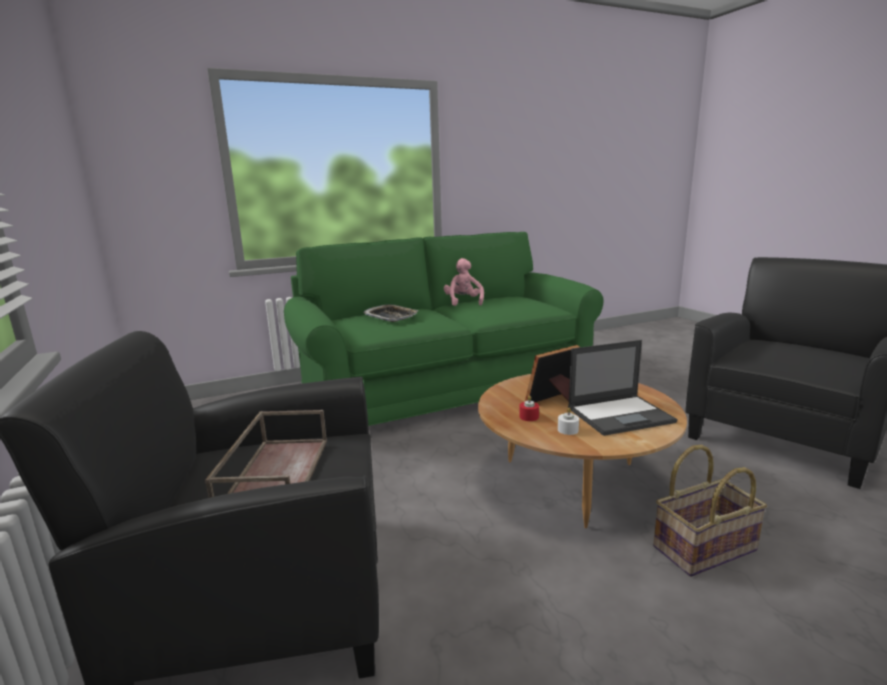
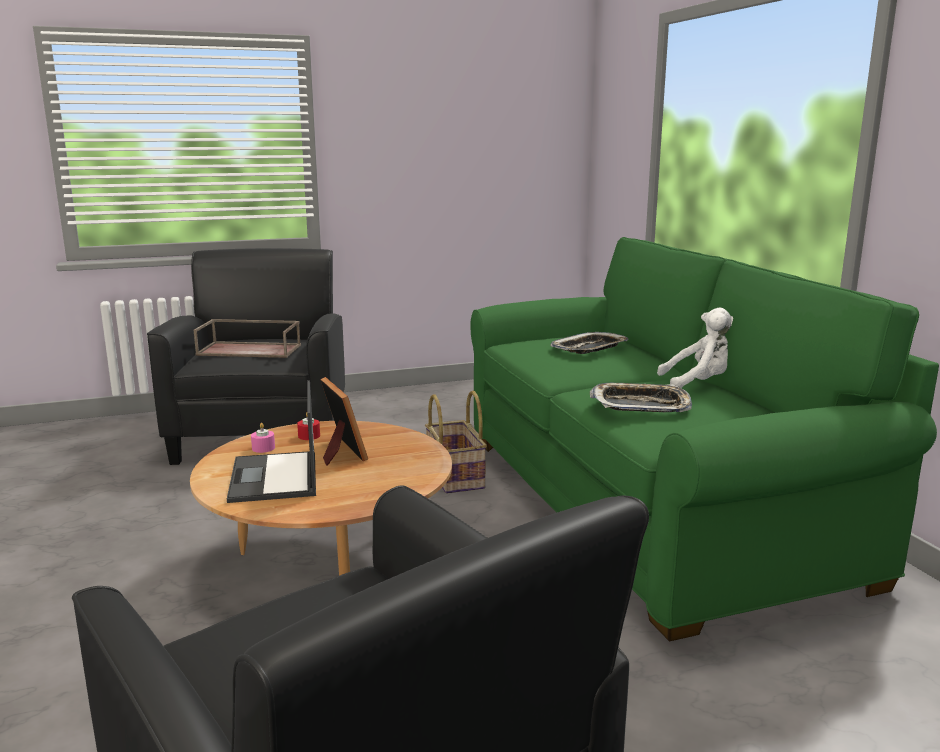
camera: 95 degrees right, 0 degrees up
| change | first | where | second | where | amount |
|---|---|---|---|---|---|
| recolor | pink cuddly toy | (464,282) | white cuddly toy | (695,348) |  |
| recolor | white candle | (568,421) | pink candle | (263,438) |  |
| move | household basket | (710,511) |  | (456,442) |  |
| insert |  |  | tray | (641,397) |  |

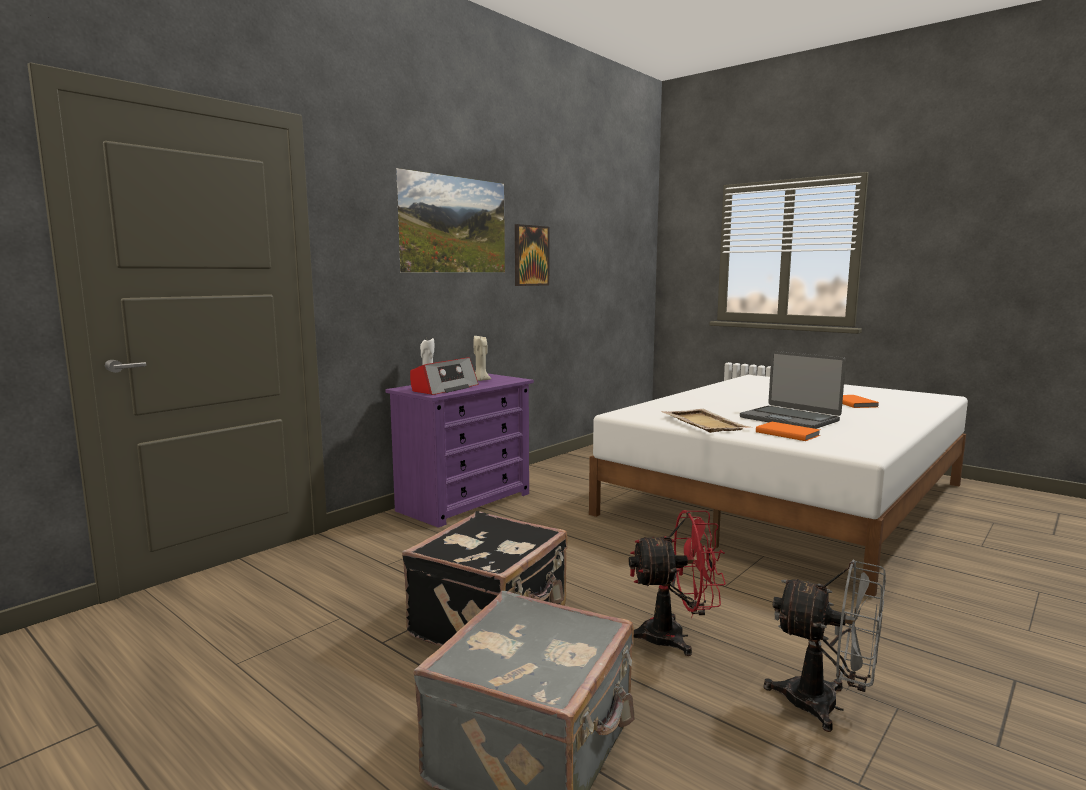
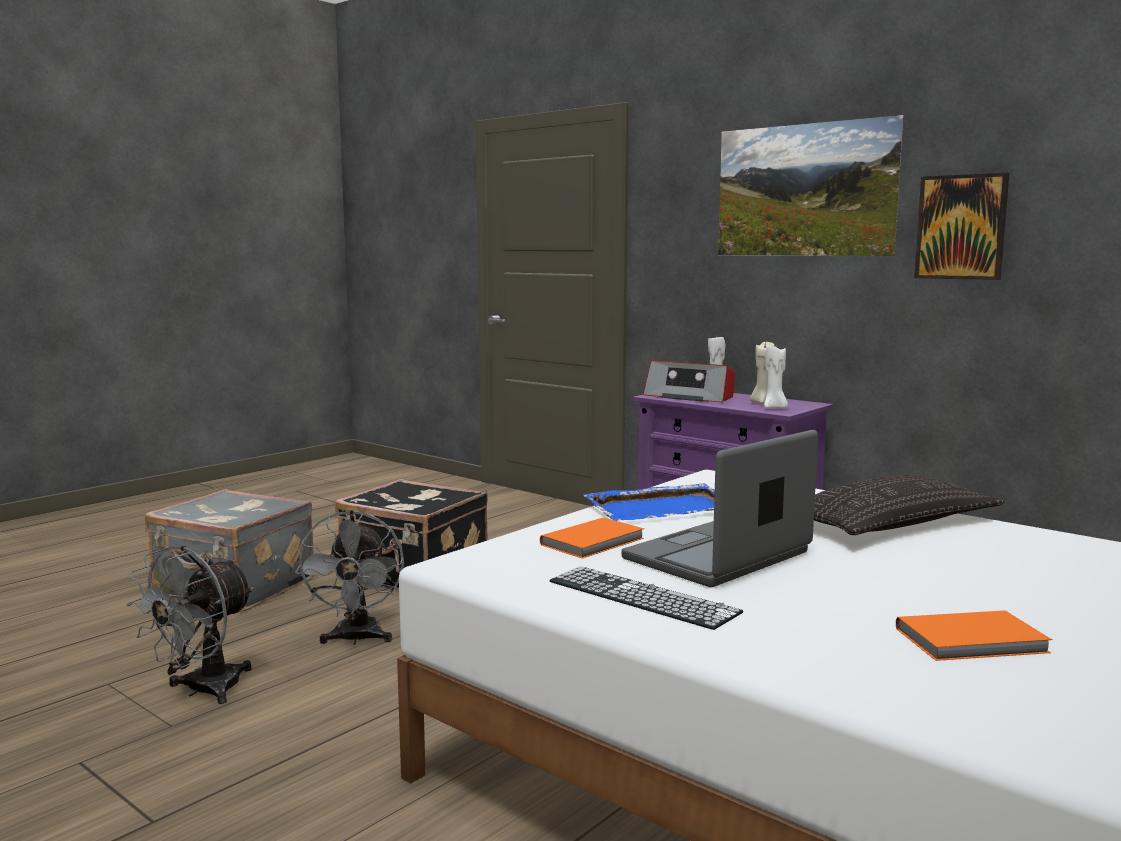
camera: 90 degrees right, 0 degrees up
| change | first | where | second | where | amount |
|---|---|---|---|---|---|
| recolor | red-coloured cooling fan | (677,583) | grey cooling fan | (349,577) |  |
| recolor | beige-coloured tray | (707,421) | blue-coloured tray | (649,502) |  |
| insert |  |  | PC keyboard | (646,598) |  |
| insert |  |  | white candle | (776,376) |  |
| insert |  |  | cushion | (909,505) |  |

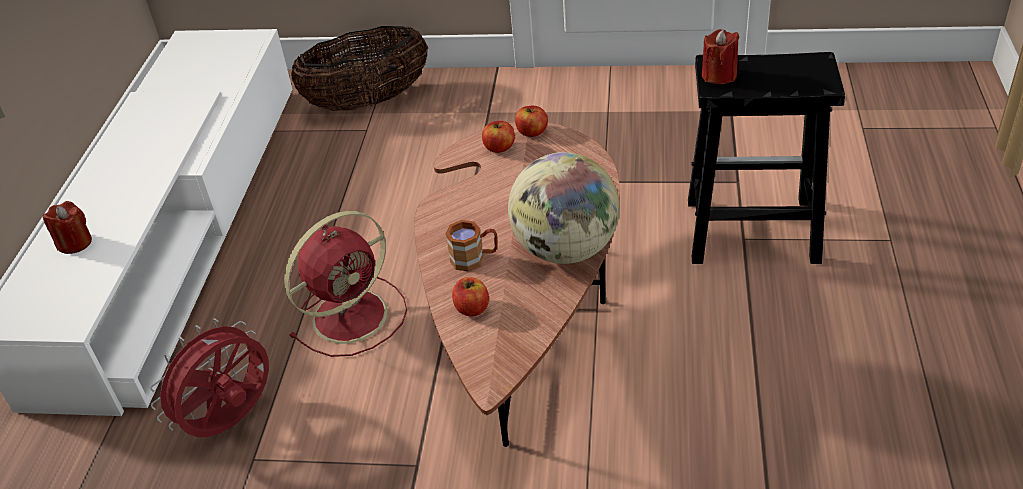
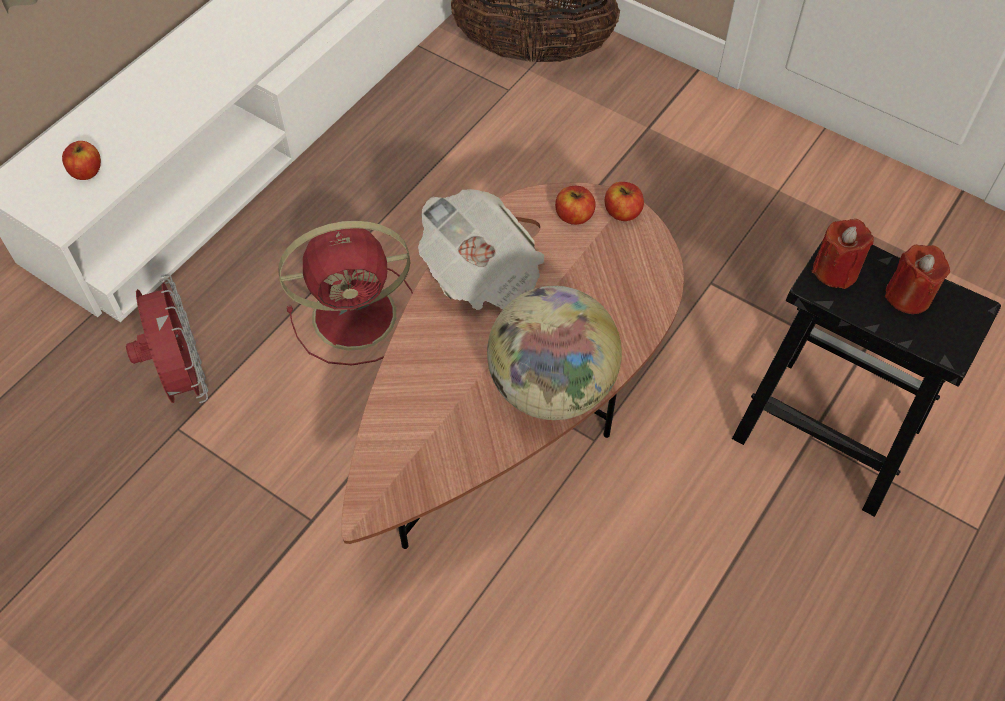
camera: 25 degrees right, 15 degrees up
| change | first | where | second | where | amount |
|---|---|---|---|---|---|
| move | red-coloured candle | (67,227) |  | (917,279) |  |
| rotate | red-coloured cooling fan | (209,377) |  | (167,338) | 90 degrees clockwise |
| delete | brownish tea mug | (471,245) |  |  |  |
| move | apple | (470,297) |  | (81,160) |  |
| insert |  |  | daily paper | (481,249) |  |

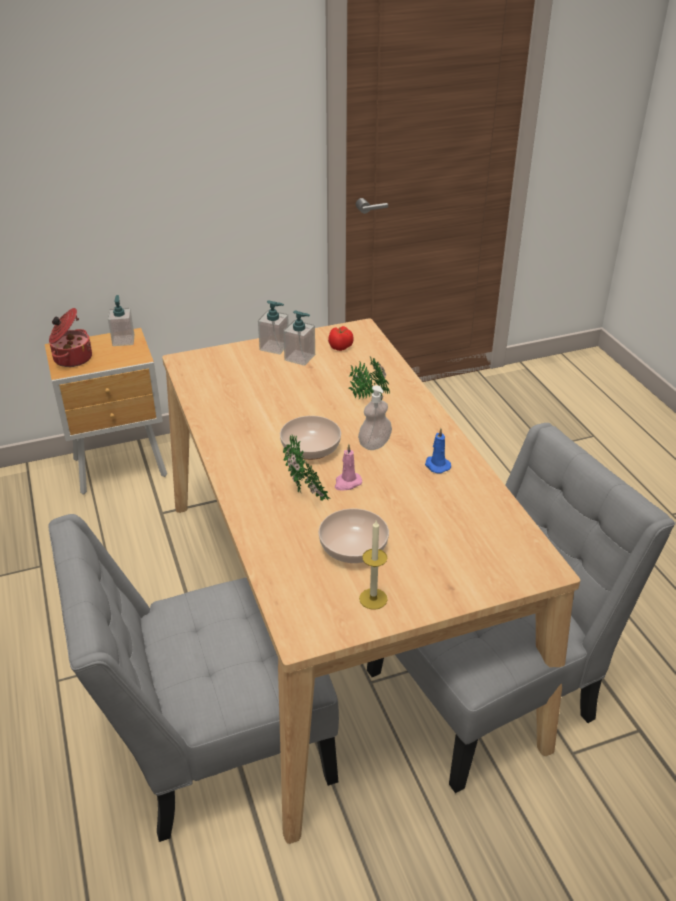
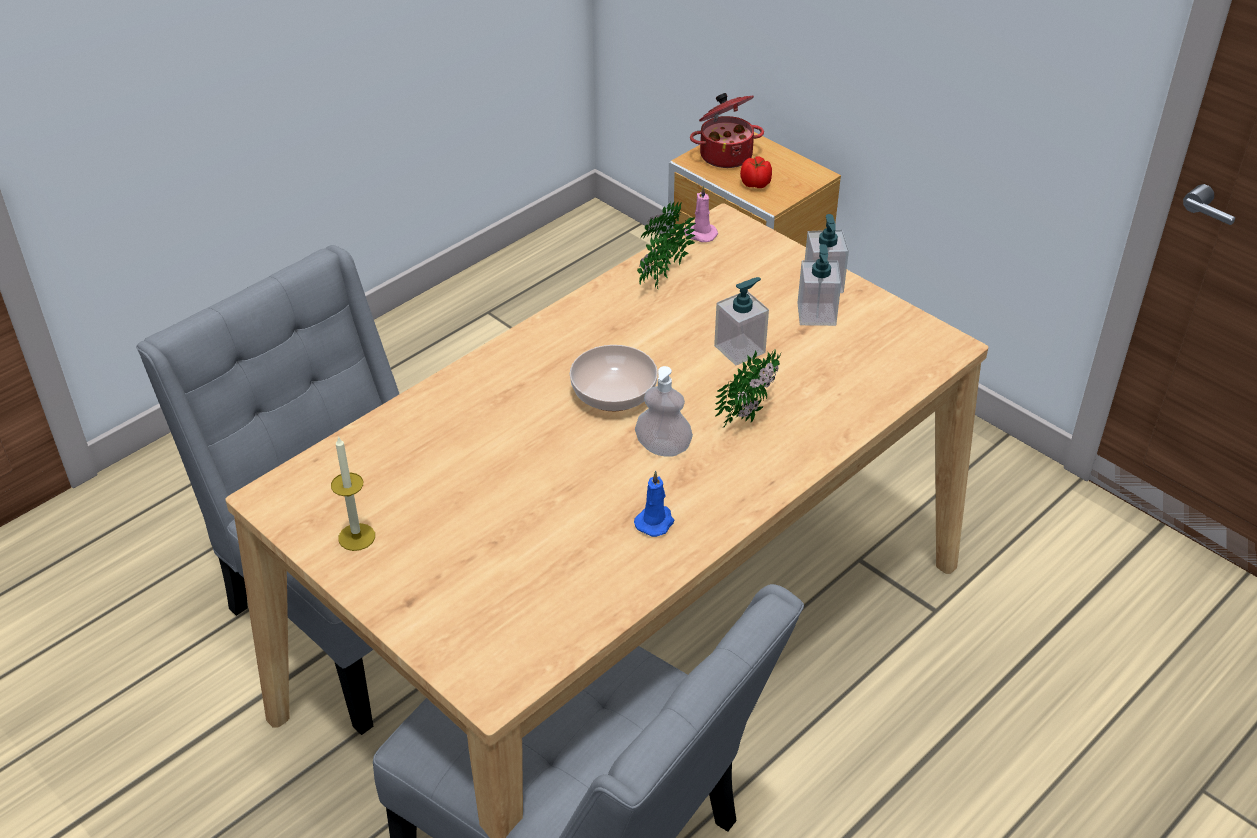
camera: 65 degrees right, 5 degrees up
| change | first | where | second | where | amount |
|---|---|---|---|---|---|
| move | liquid soap bottle | (121,320) |  | (741,321) |  |
| move | plant in a pot | (306,468) |  | (666,245) |  |
| delete | deep dish | (354,536) |  |  |  |
| move | whole tomato | (341,338) |  | (756,172) |  |
| move | pink candle | (348,467) |  | (701,213) |  |

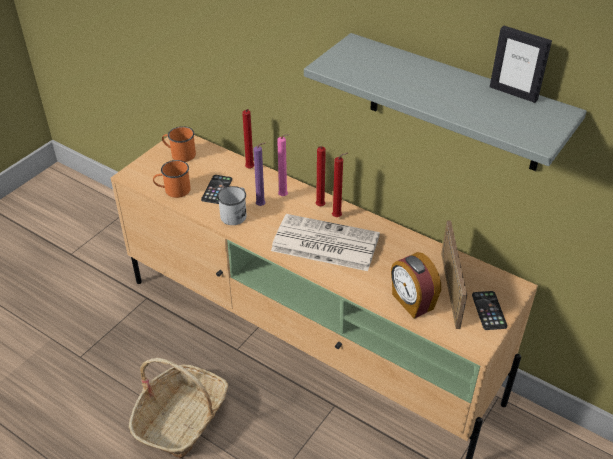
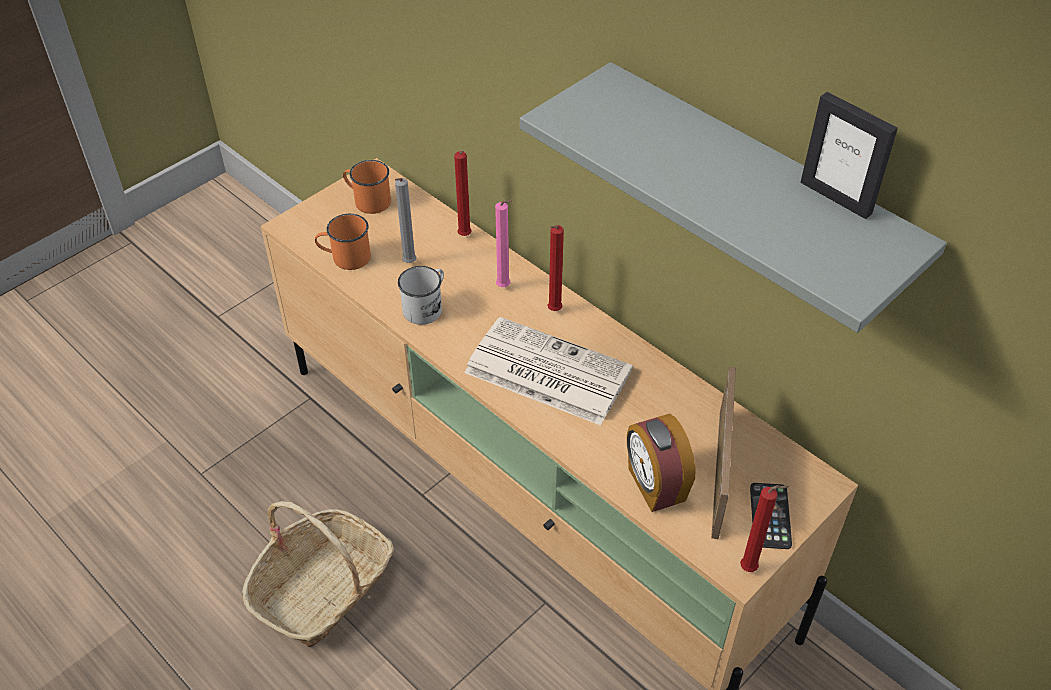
camera: 10 degrees right, 5 degrees up
| change | first | where | second | where | amount |
|---|---|---|---|---|---|
| replace | telephone | (216,189) | grey candle | (406,220) |  |
| delete | purple candle | (259,174) |  |  |  |
| move | red-coloured candle | (340,185) |  | (764,528) |  |

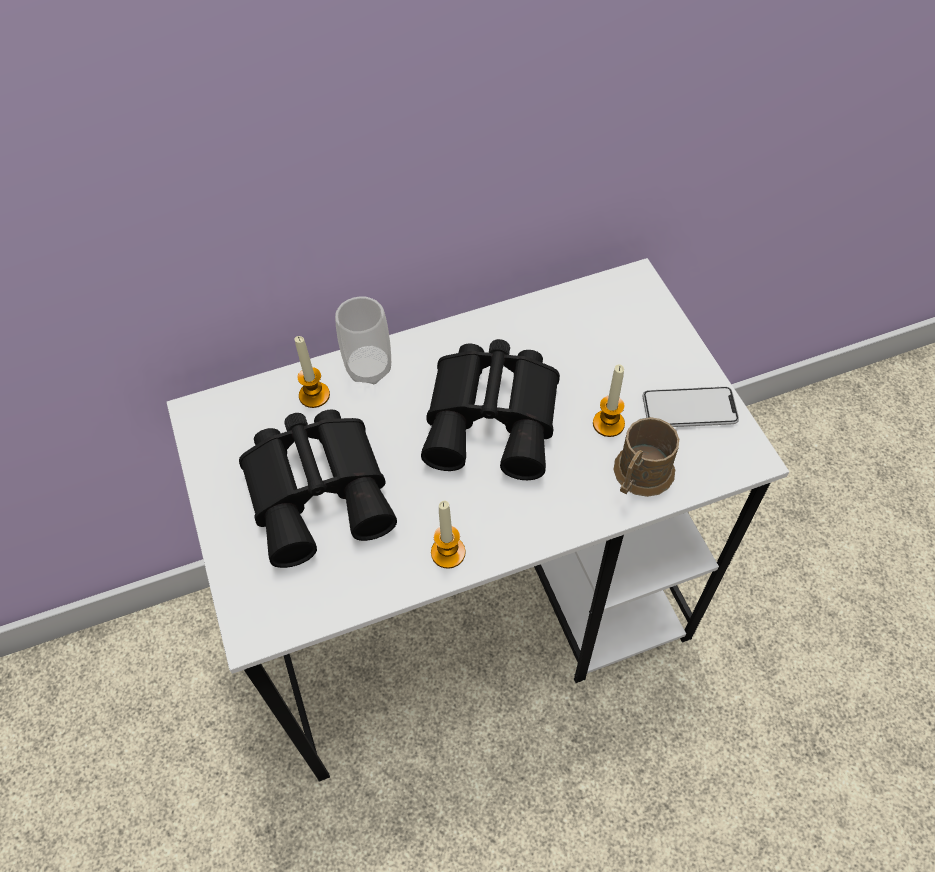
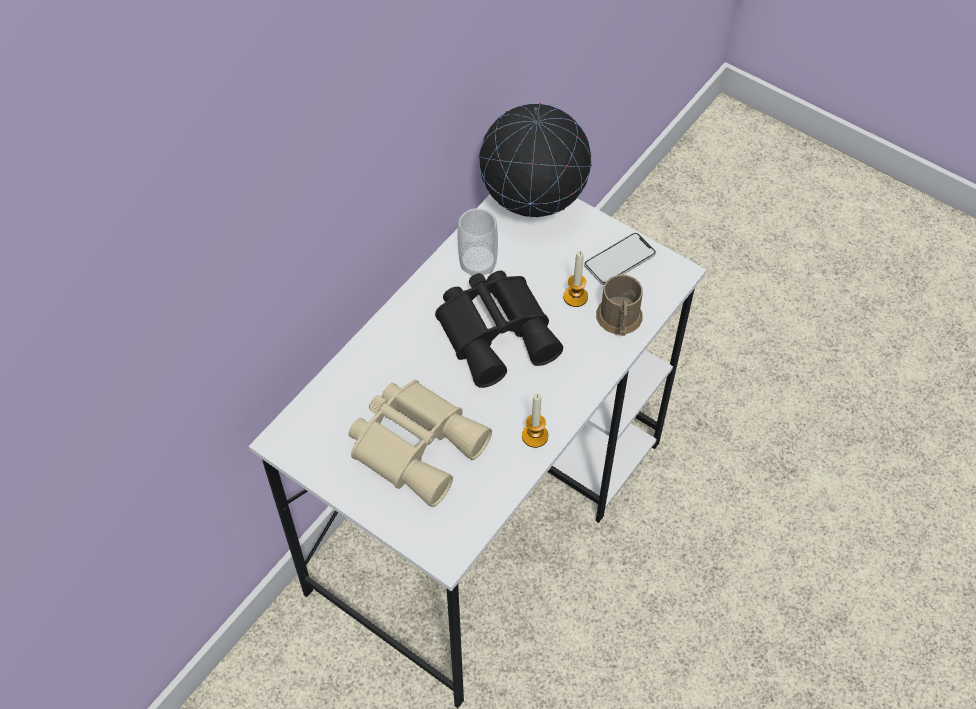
camera: 35 degrees left, 0 degrees up
| change | first | where | second | where | amount |
|---|---|---|---|---|---|
| recolor | black pair of binoculars | (318,488) | beige-coloured pair of binoculars | (420,443) |  |
| delete | candle | (312,372) |  |  |  |
| move | cup | (363,340) |  | (477,242) |  |
| insert |  |  | world globe | (535,160) |  |

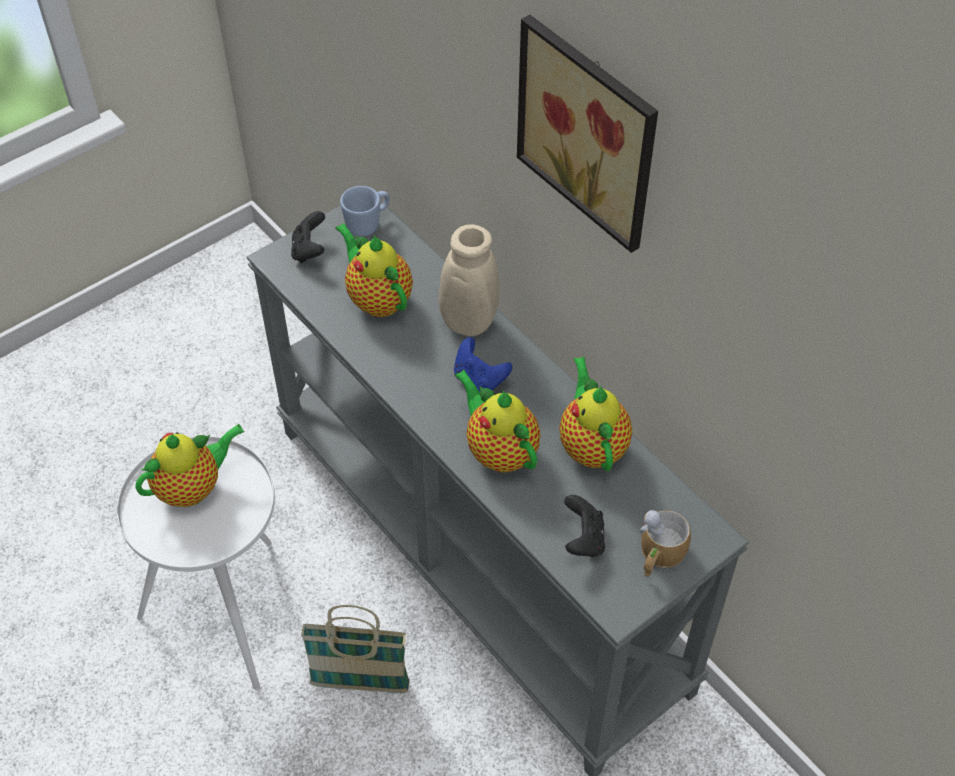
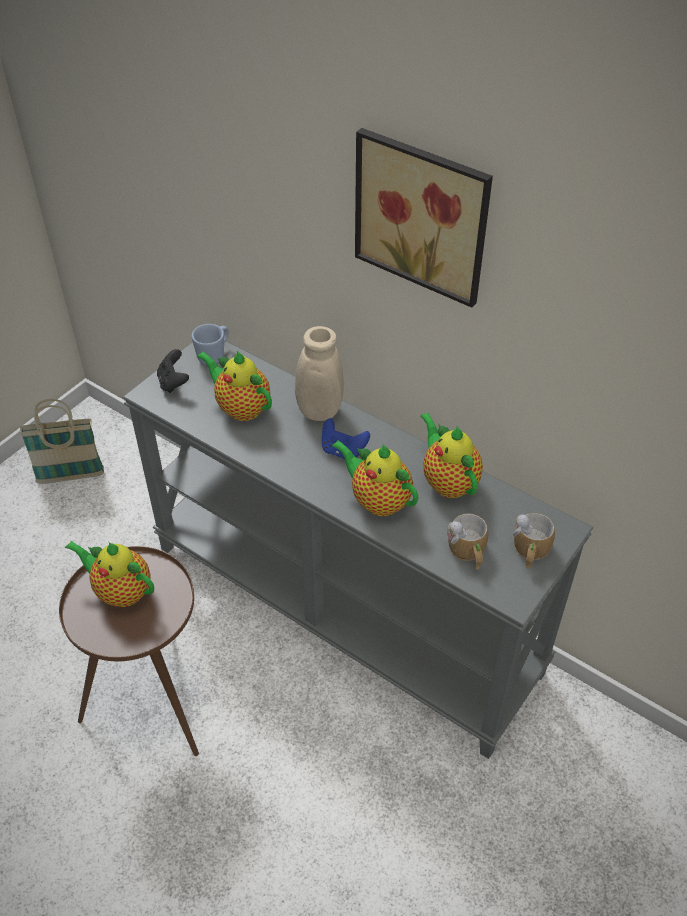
camera: 15 degrees left, 5 degrees down
| change | first | where | second | where | amount |
|---|---|---|---|---|---|
| recolor | white side table | (196,563) | brownish side table | (129,651) |  |
| rotate | tea pot | (190,465) |  | (109,574) | 105 degrees counterclockwise |
| move | household basket | (355,649) |  | (62,441) |  |
| replace | black joypad | (584,526) | tea mug | (467,542) |  |

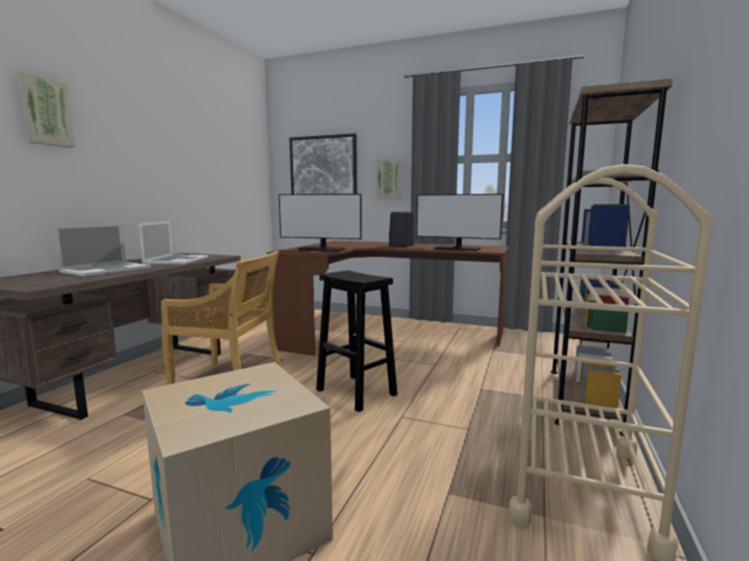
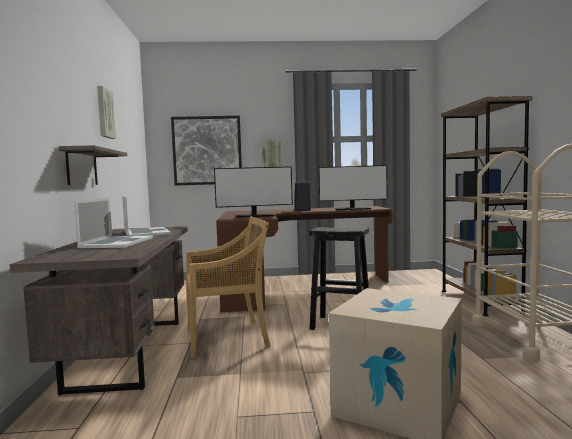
camera: 25 degrees left, 5 degrees down
| change | first | where | second | where | amount |
|---|---|---|---|---|---|
| move | picture | (45,109) |  | (106,112) |  |
| insert |  |  | wall shelf | (93,165) |  |

